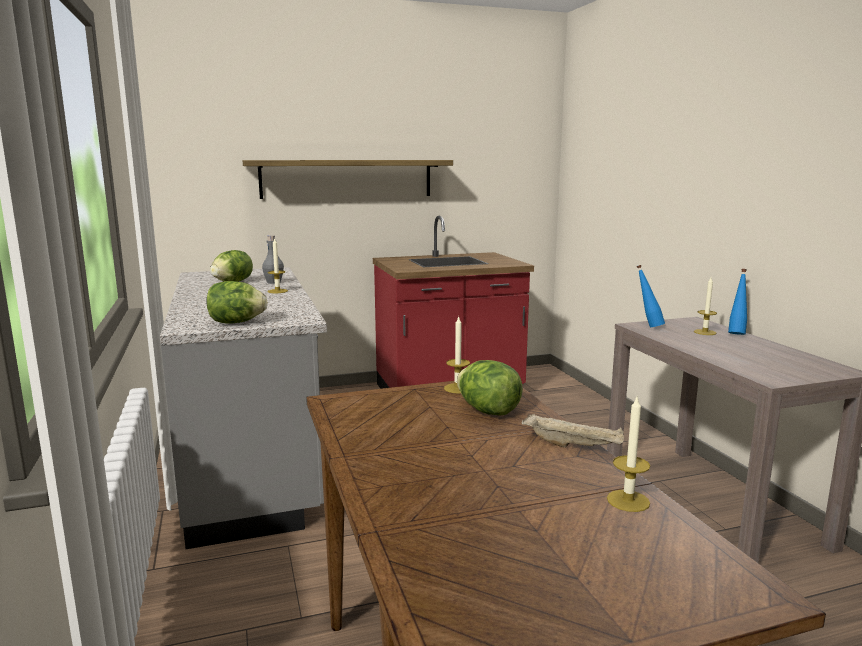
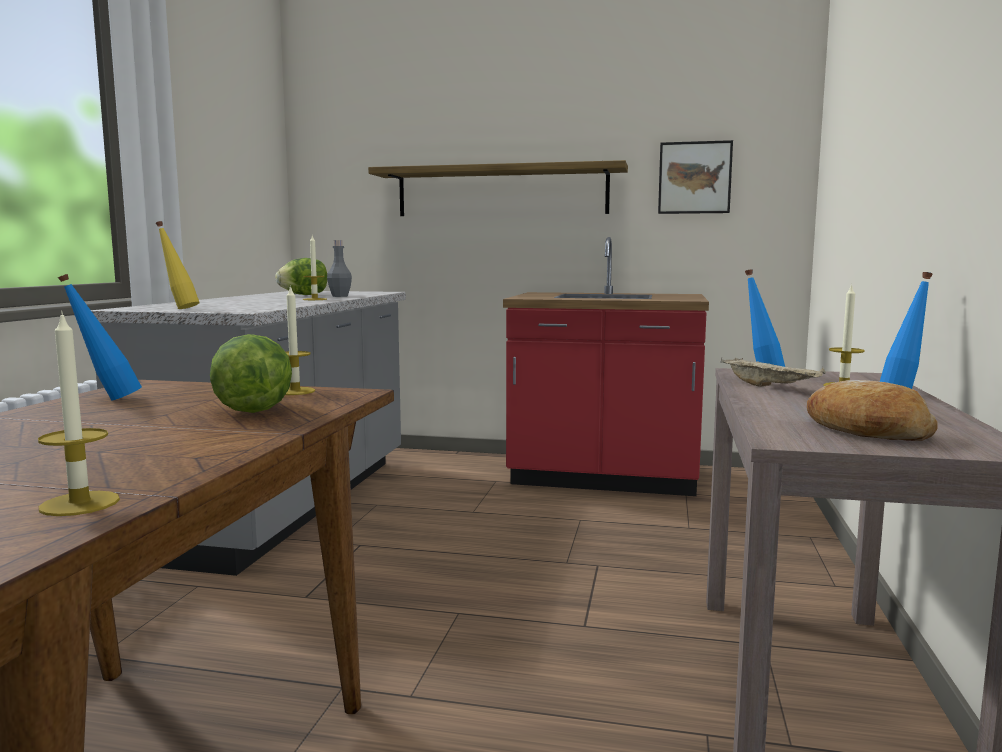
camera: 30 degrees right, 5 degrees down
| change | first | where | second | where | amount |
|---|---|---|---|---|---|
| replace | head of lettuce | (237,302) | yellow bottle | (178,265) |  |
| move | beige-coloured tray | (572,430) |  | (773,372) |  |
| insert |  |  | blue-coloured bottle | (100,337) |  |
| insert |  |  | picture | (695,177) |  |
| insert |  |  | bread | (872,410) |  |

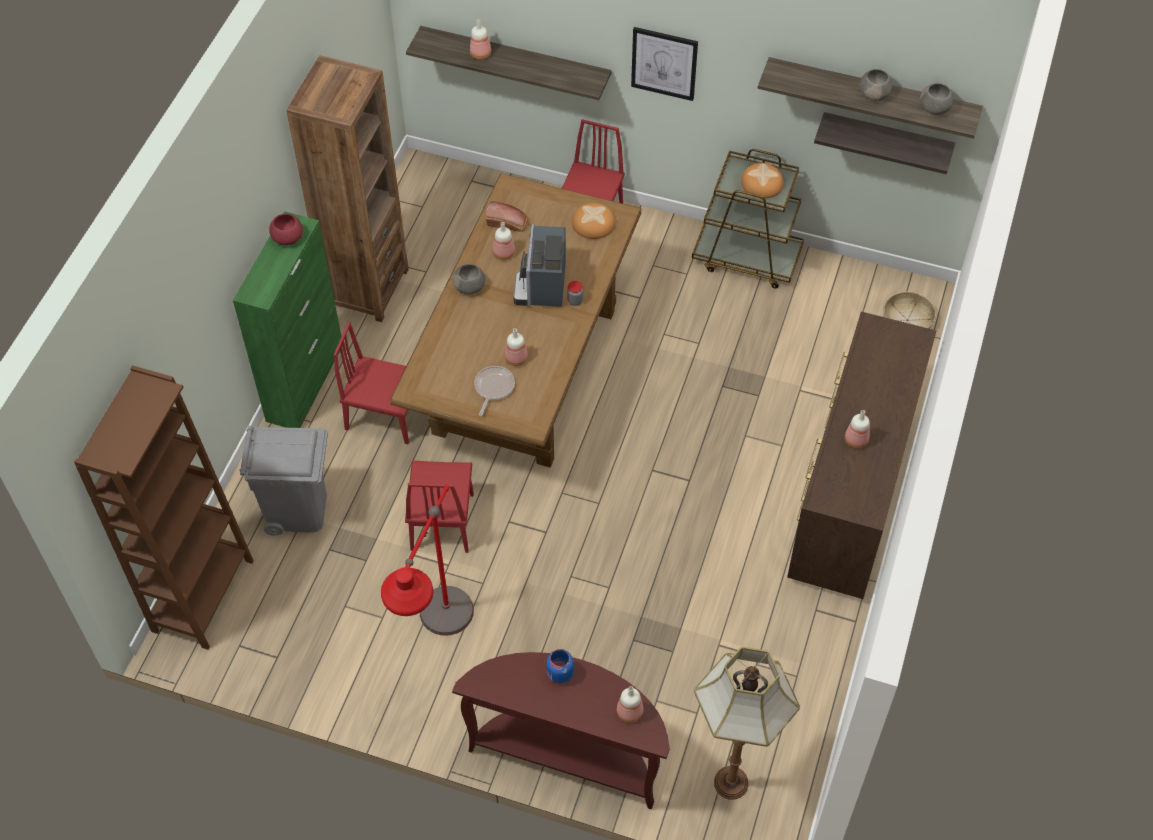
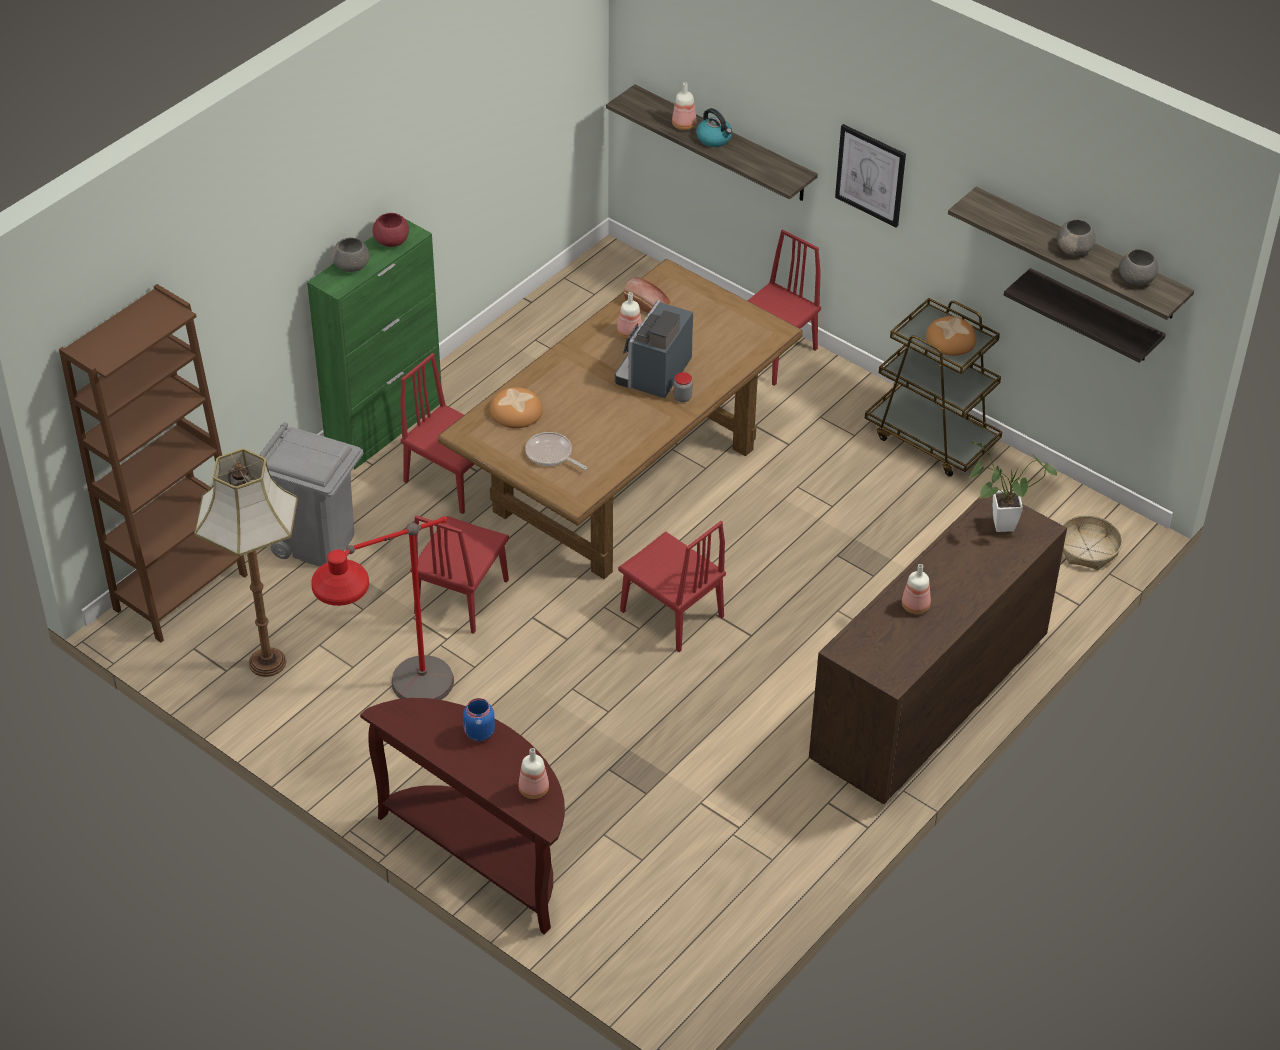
camera: 20 degrees right, 10 degrees down
| change | first | where | second | where | amount |
|---|---|---|---|---|---|
| delete | brownish shelving unit | (347,188) |  |  |  |
| move | grey deep dish | (469,279) |  | (351,255) |  |
| rotate | skillet | (494,391) |  | (556,451) | 90 degrees counterclockwise |
| delete | bottle | (516,347) |  |  |  |
| move | bread | (594,221) |  | (516,407) |  |
| move | standing lamp | (747,723) |  | (246,563) |  |
| insert |  |  | red-coloured plain chair | (672,586) |  |
| insert |  |  | kettle | (714,127) |  |
| insert |  |  | plant in a pot | (1013,486) |  |

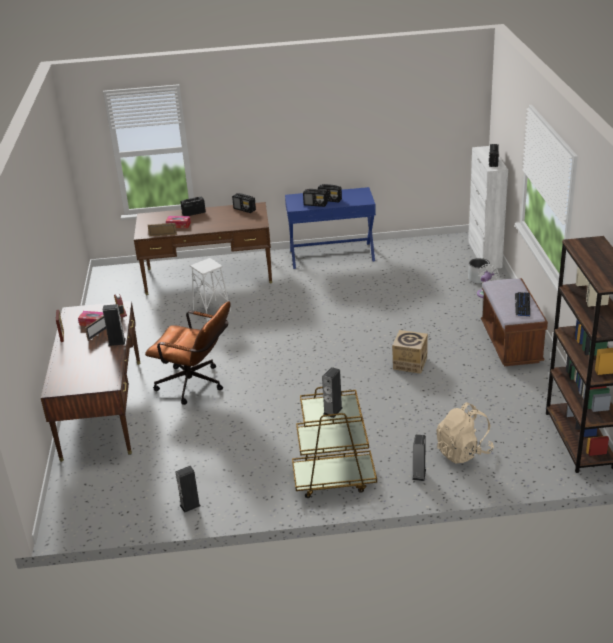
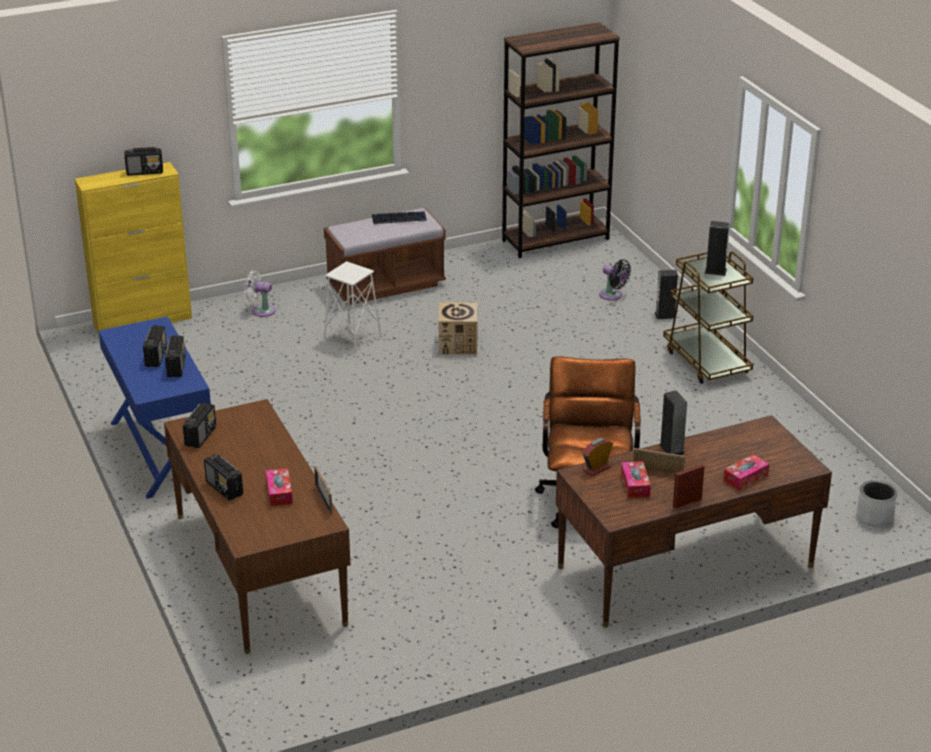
camera: 110 degrees left, 0 degrees up
| change | first | where | second | where | amount |
|---|---|---|---|---|---|
| delete | loudspeaker | (188,489) |  |  |  |
| move | white sitting stool | (210,289) |  | (352,307) |  |
| replace | beige-coloured knapsack | (465,433) | black cooling fan | (615,280) |  |
| recolor | white cabinet | (488,207) | yellow cabinet | (133,248) |  |
| move | grey plant pot | (479,271) |  | (876,503) |  |
| insert |  |  | tissue box | (746,472) |  |

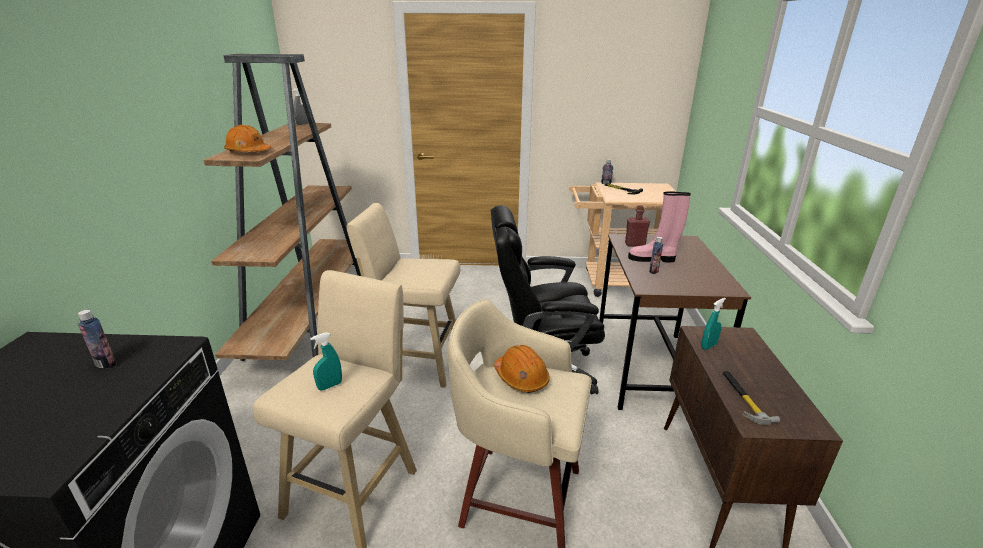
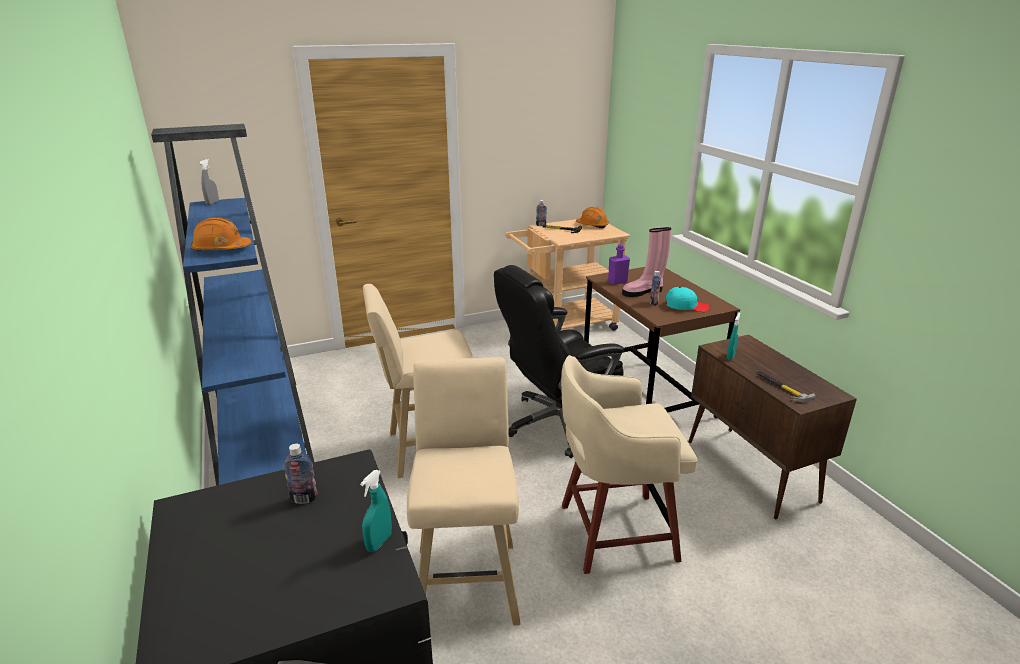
camera: 25 degrees left, 0 degrees up
| change | first | where | second | where | amount |
|---|---|---|---|---|---|
| recolor | brownish shelving unit | (282,207) | blue-coloured shelving unit | (232,305) |  |
| move | blue-green hand sprayer | (326,361) |  | (376,511) |  |
| move | orange safety helmet | (522,369) |  | (592,218) |  |
| recolor | red-coloured bottle | (637,226) | purple bottle | (619,264) |  |
| insert |  |  | blue-green baseball cap | (688,299) |  |

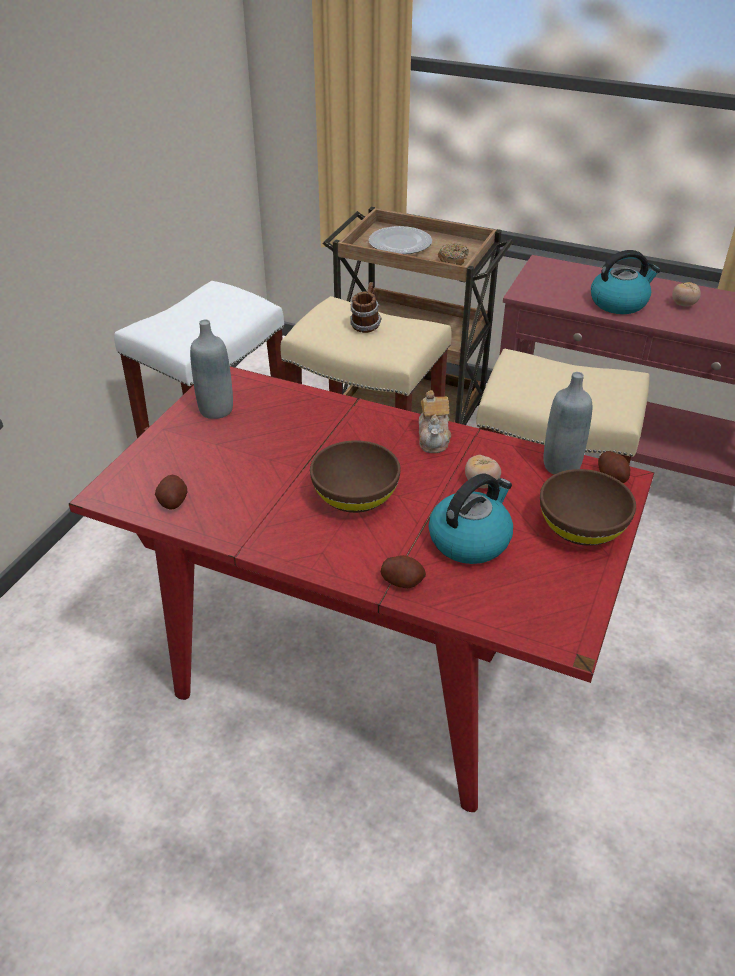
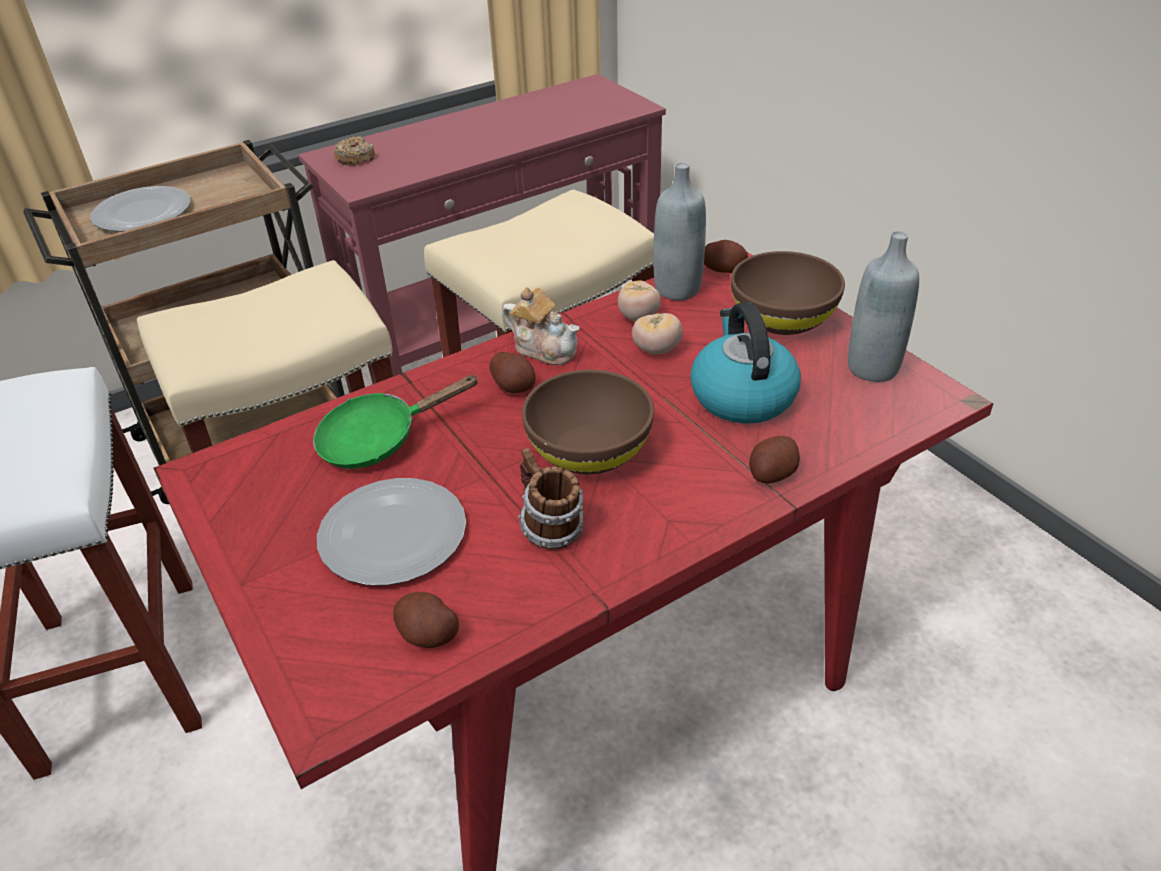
camera: 55 degrees left, 0 degrees up
| change | first | where | second | where | amount |
|---|---|---|---|---|---|
| move | grey bottle | (211,369) |  | (883,306) |  |
| move | tea mug | (366,307) |  | (551,499) |  |
| move | ring doughnut | (453,254) |  | (354,151) |  |
| delete | kettle | (626,282) |  |  |  |
| move | whole tomato | (686,294) |  | (639,300) |  |
| insert |  |  | greenish skillet | (396,422) |  |
| insert |  |  | dinner plate | (391,532) |  |
| insert |  |  | potato | (512,372) |  |

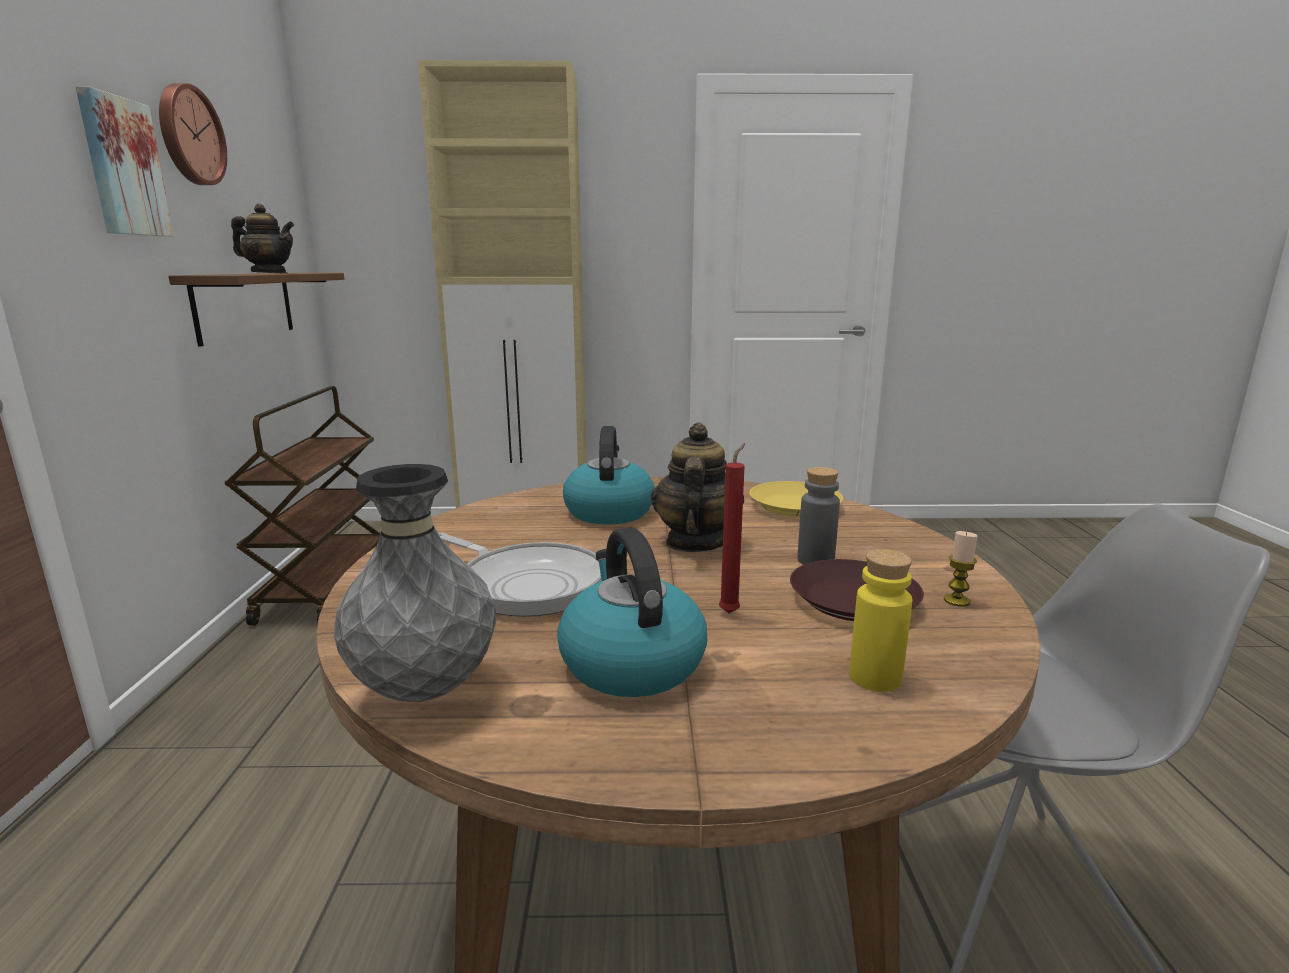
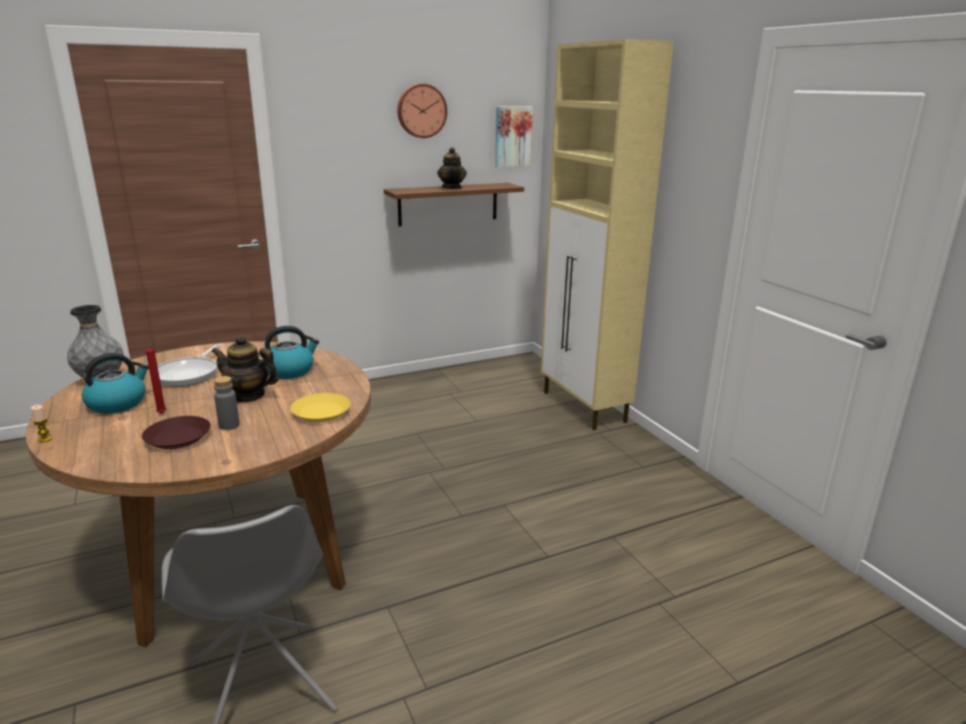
camera: 65 degrees right, 5 degrees up
| change | first | where | second | where | amount |
|---|---|---|---|---|---|
| move | picture | (124,161) |  | (514,136) |  |
| delete | brownish cart | (302,505) |  |  |  |
| rotate | tea pot | (697,487) |  | (245,369) | 150 degrees counterclockwise |
| delete | yellow bottle | (880,620) |  |  |  |
| move | candle | (961,568) |  | (41,423) |  |

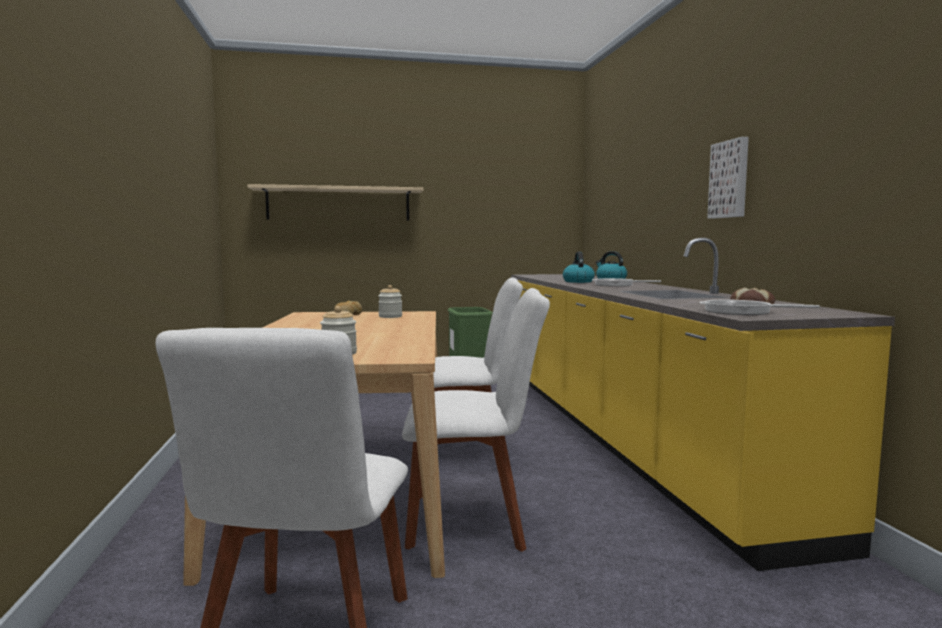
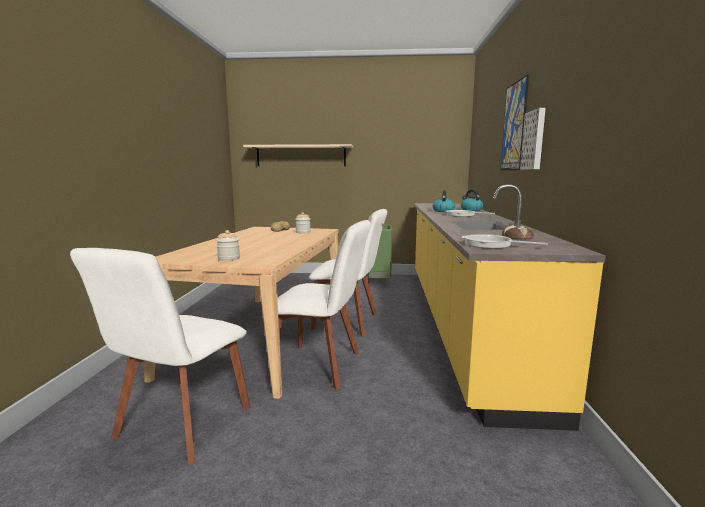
camera: 15 degrees right, 5 degrees up
| change | first | where | second | where | amount |
|---|---|---|---|---|---|
| insert |  |  | picture | (514,122) |  |

